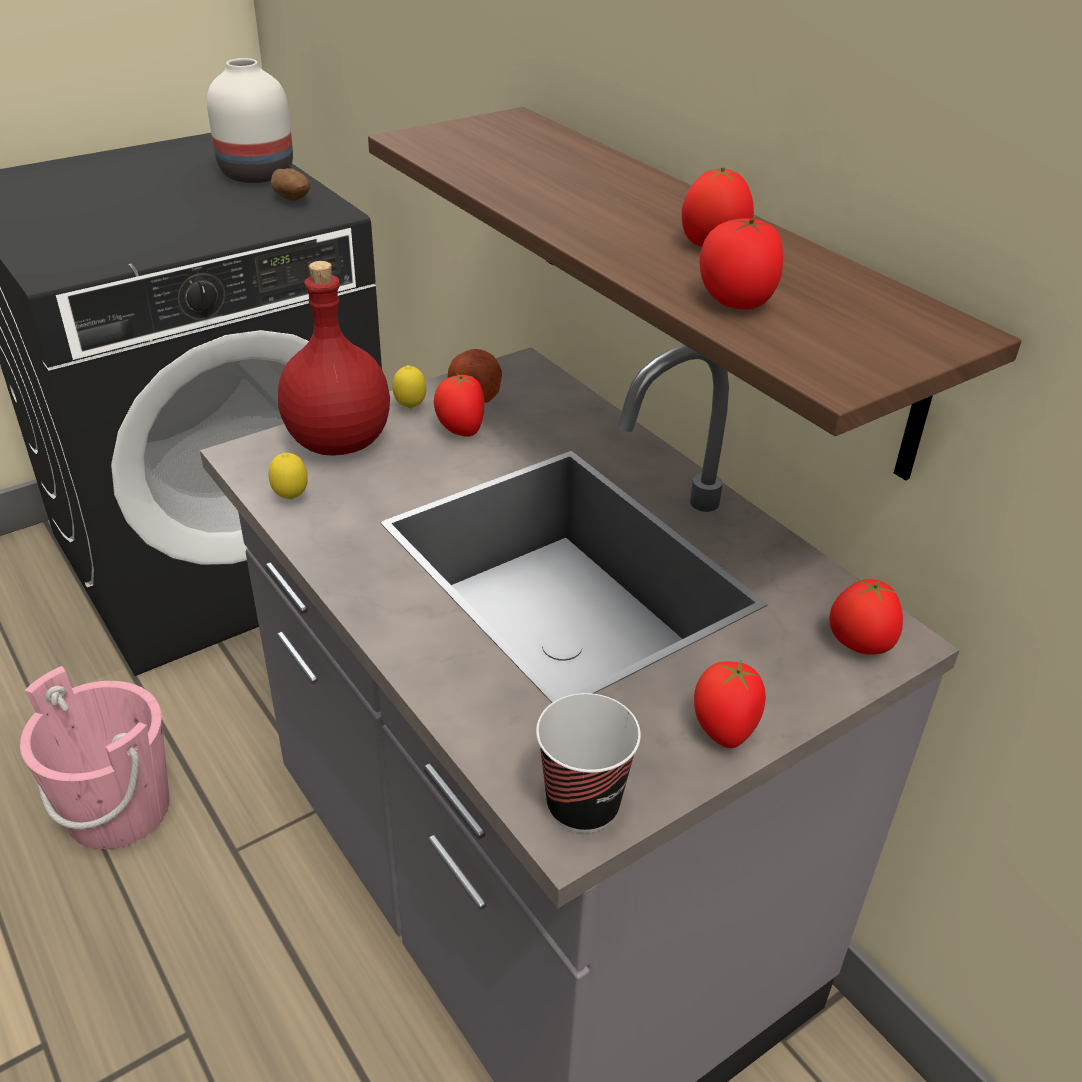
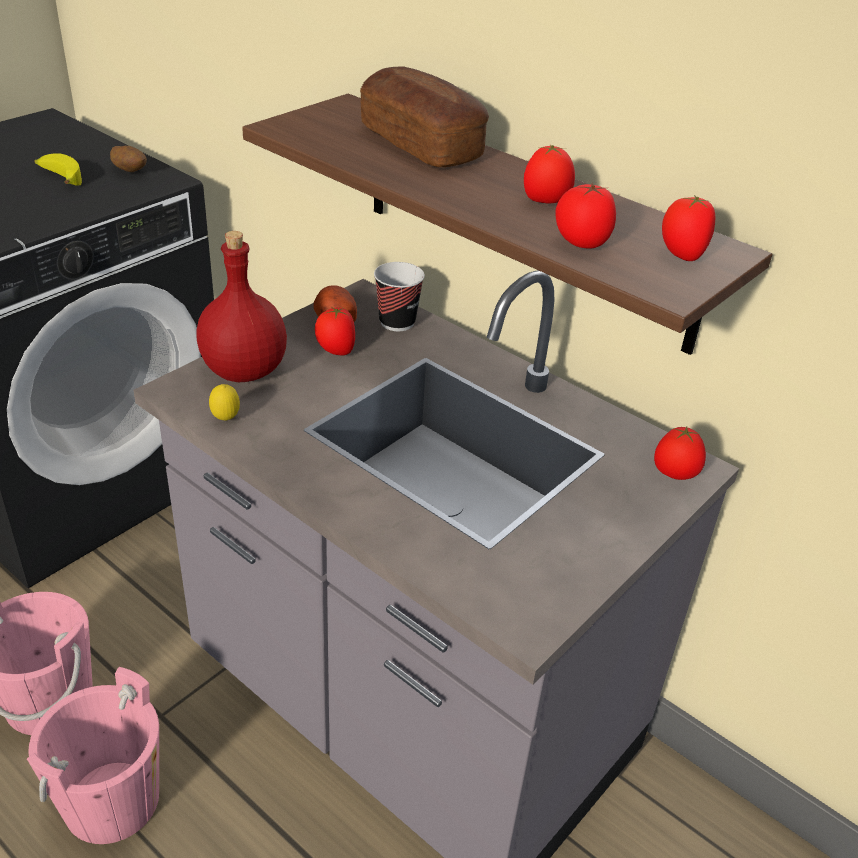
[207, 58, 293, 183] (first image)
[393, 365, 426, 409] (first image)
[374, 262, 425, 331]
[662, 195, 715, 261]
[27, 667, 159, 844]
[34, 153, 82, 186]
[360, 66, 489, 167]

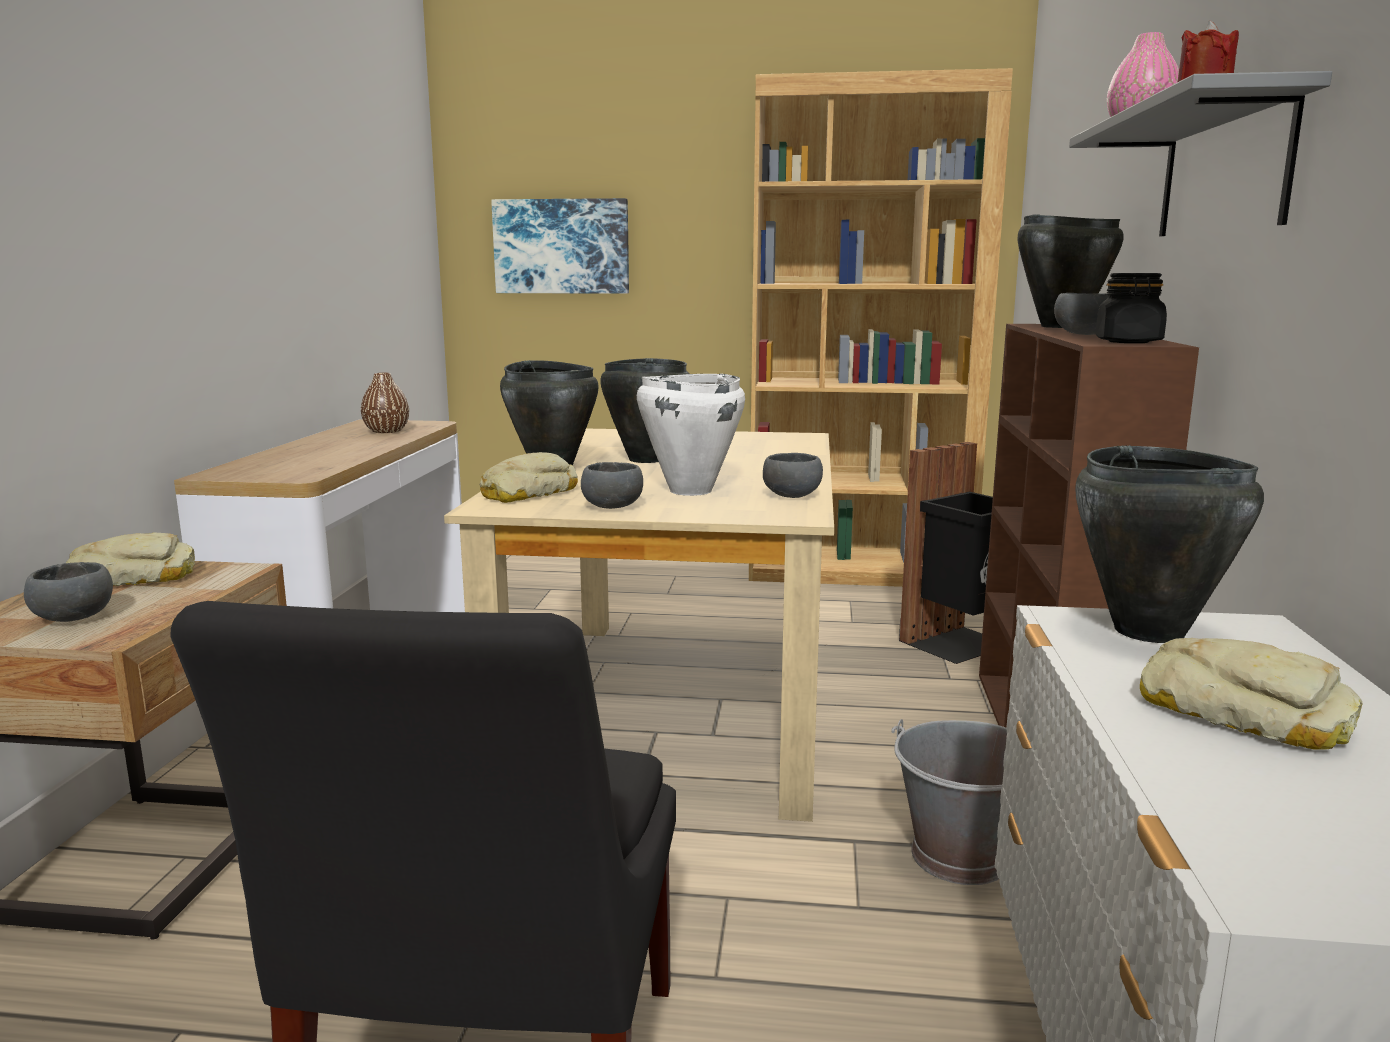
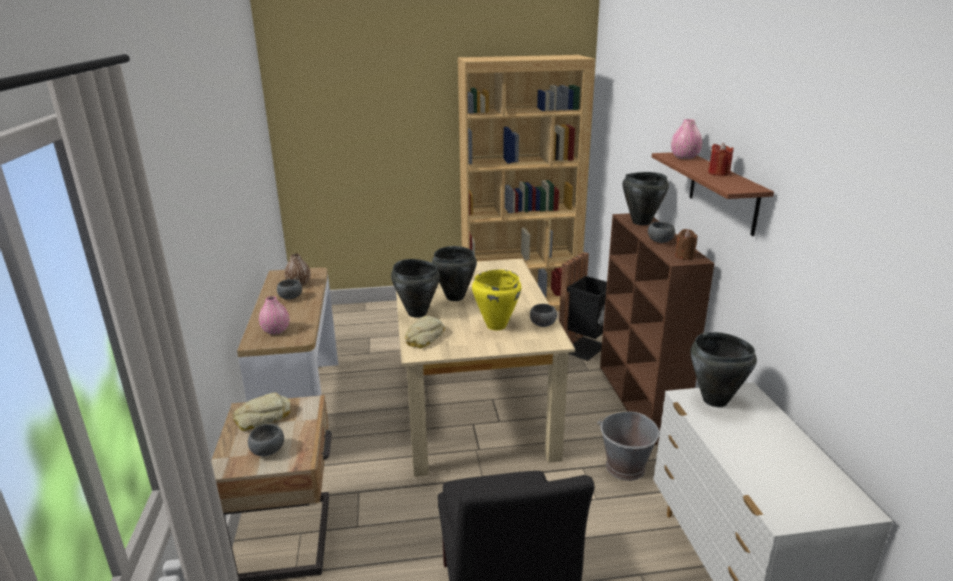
[491, 198, 629, 294] (first image)
[277, 279, 302, 299]
[472, 270, 521, 330]
[652, 152, 774, 236]
[675, 229, 697, 259]
[1140, 638, 1363, 750] (first image)
[259, 296, 289, 335]

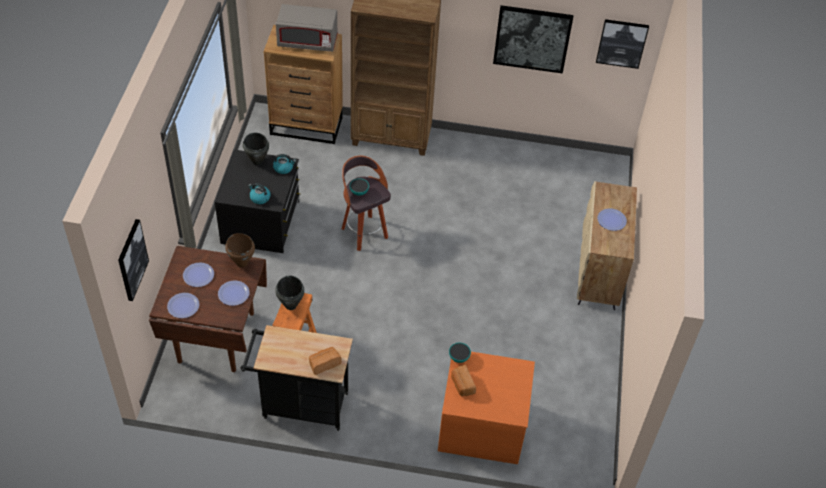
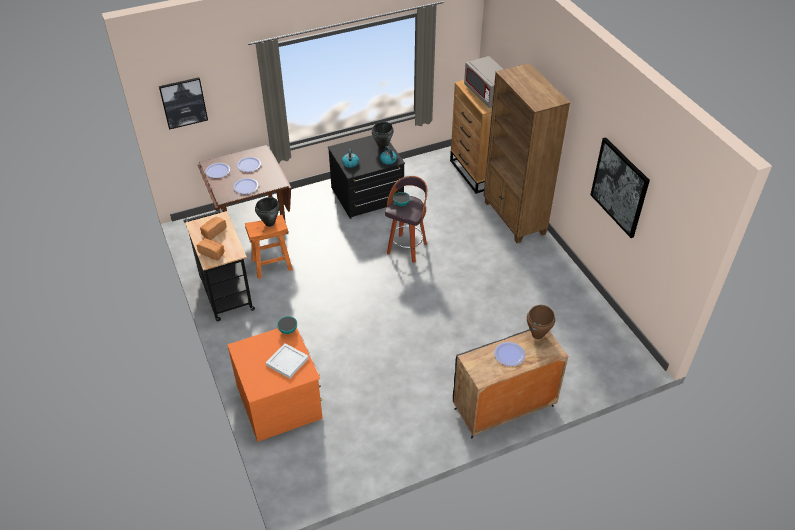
[527, 305, 555, 339]
[200, 217, 227, 240]
[453, 329, 568, 438]
[596, 19, 649, 69] (first image)
[266, 343, 309, 379]

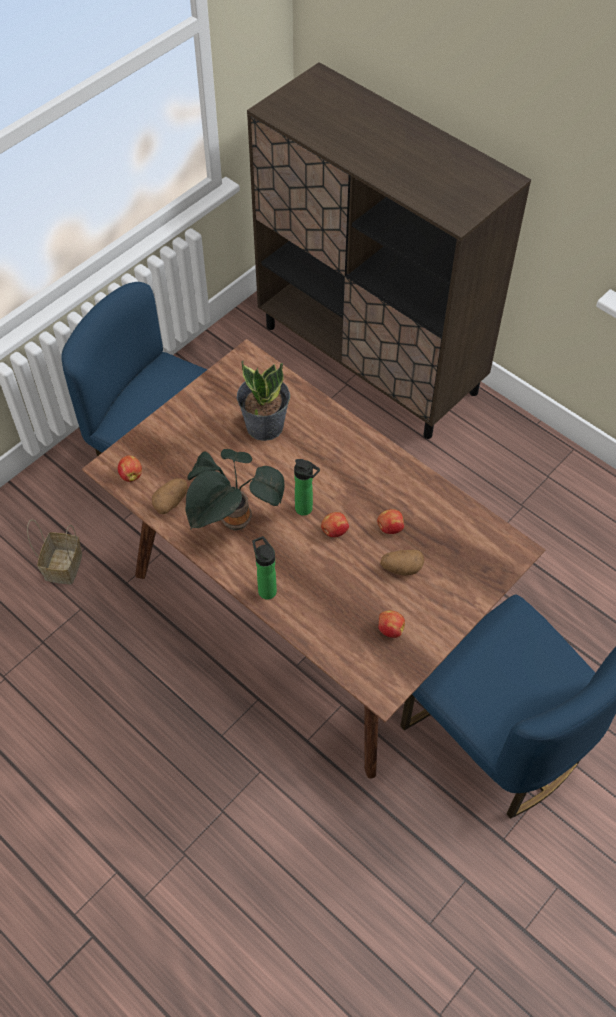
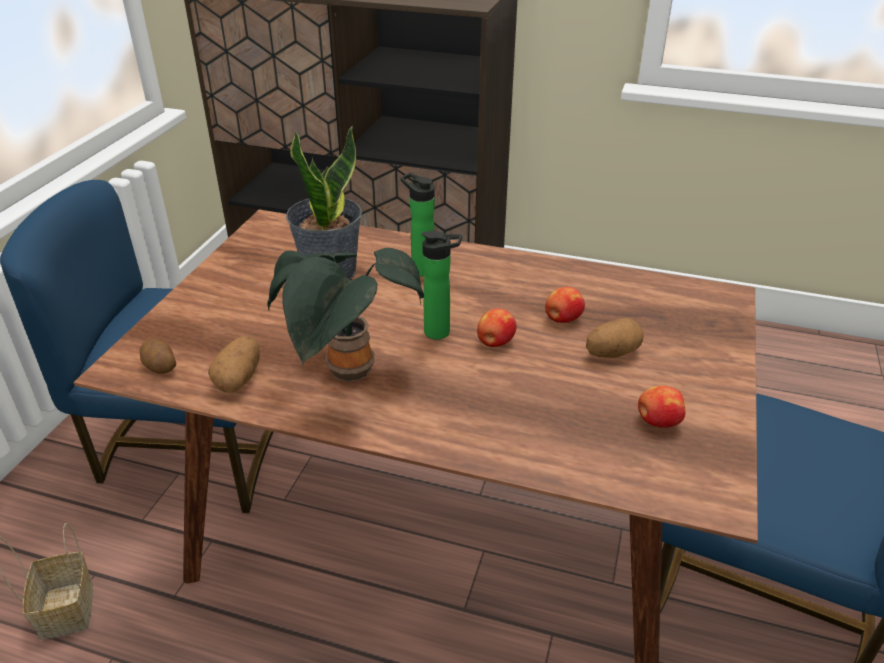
[139, 338, 176, 374]
[401, 173, 435, 276]

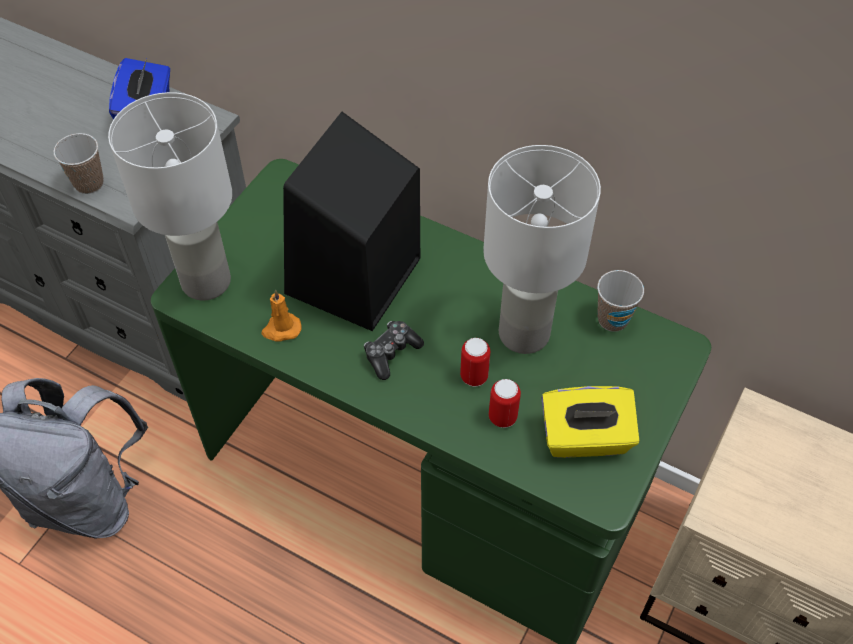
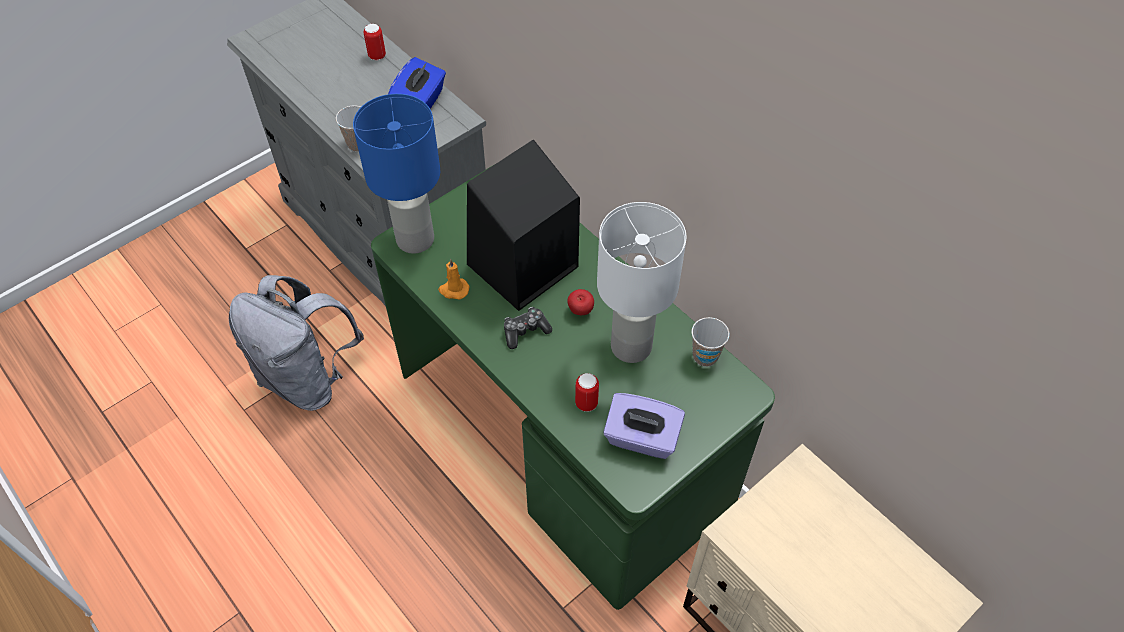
[353, 94, 440, 254]
[364, 24, 386, 60]
[603, 393, 685, 459]
[567, 289, 594, 315]

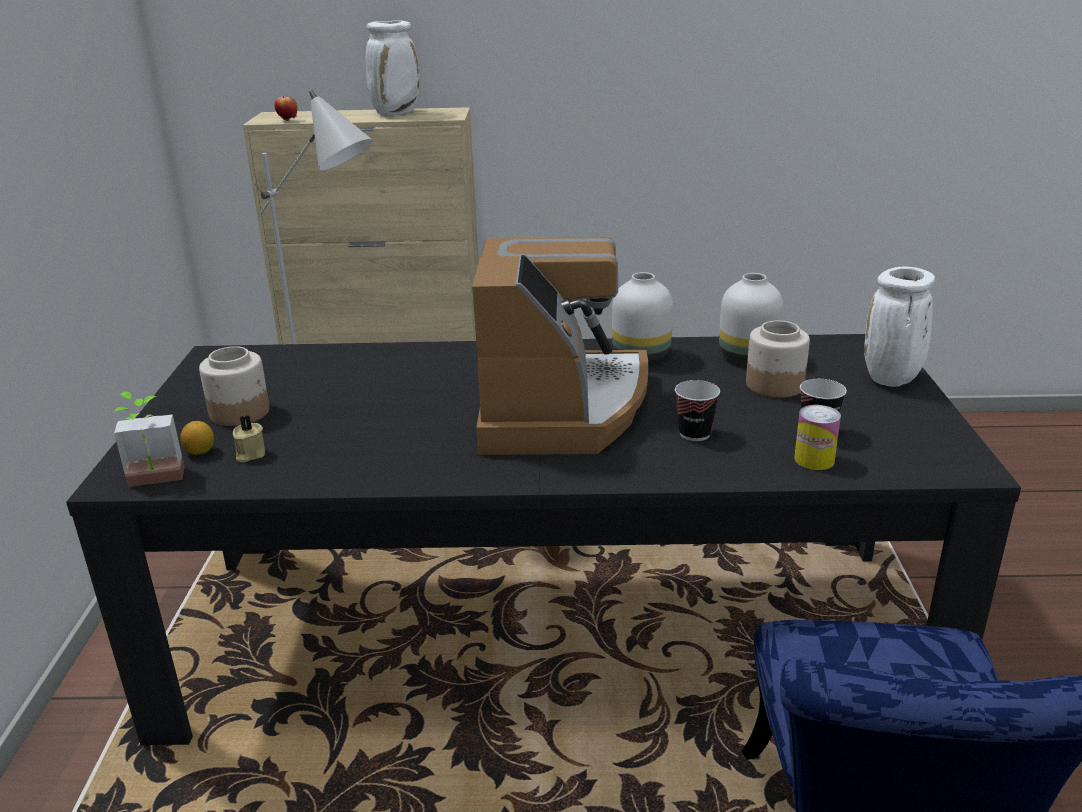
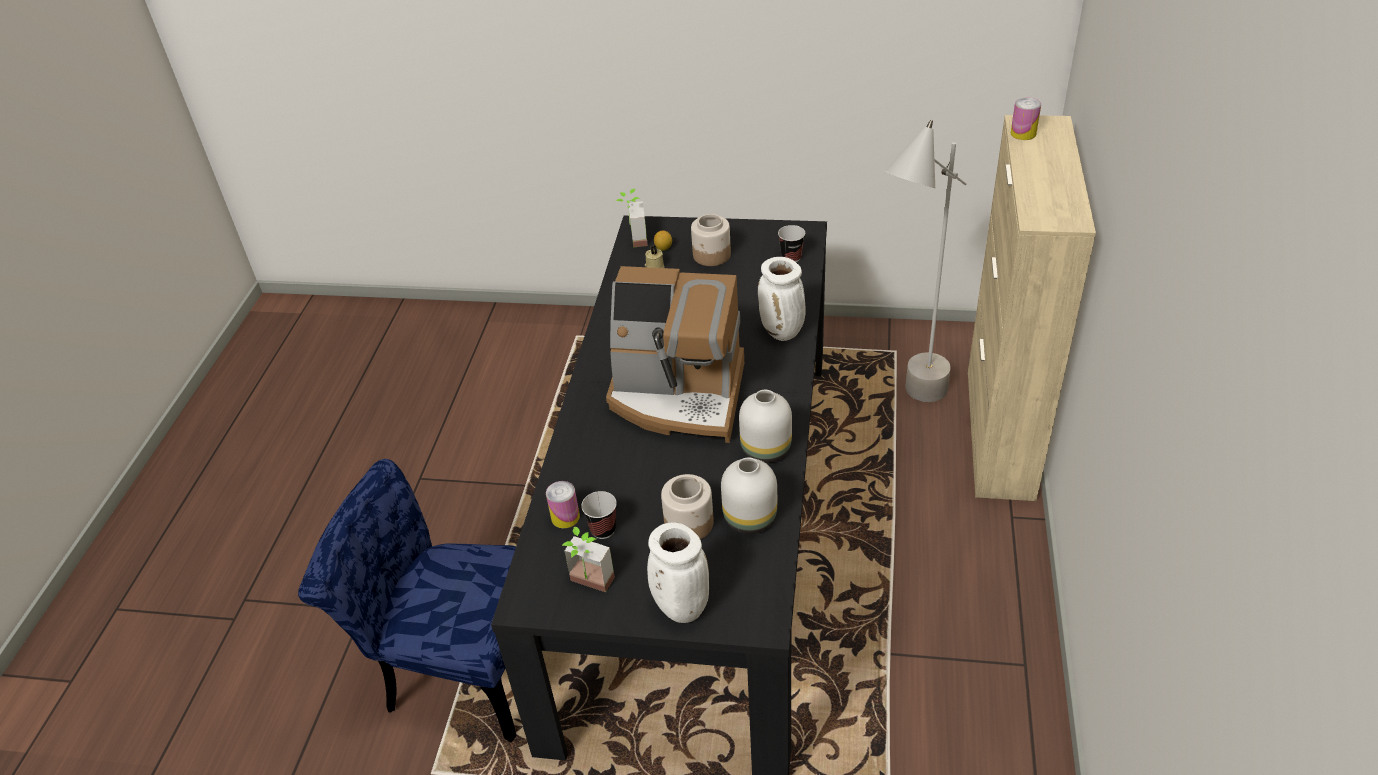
[1011, 97, 1041, 140]
[758, 257, 805, 341]
[778, 225, 805, 262]
[562, 526, 615, 592]

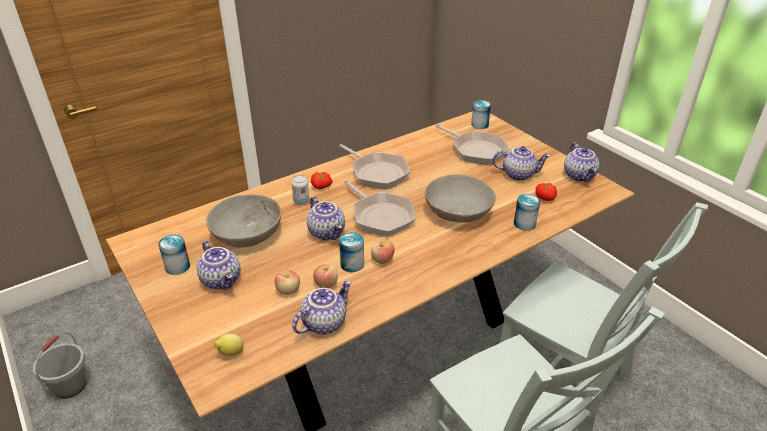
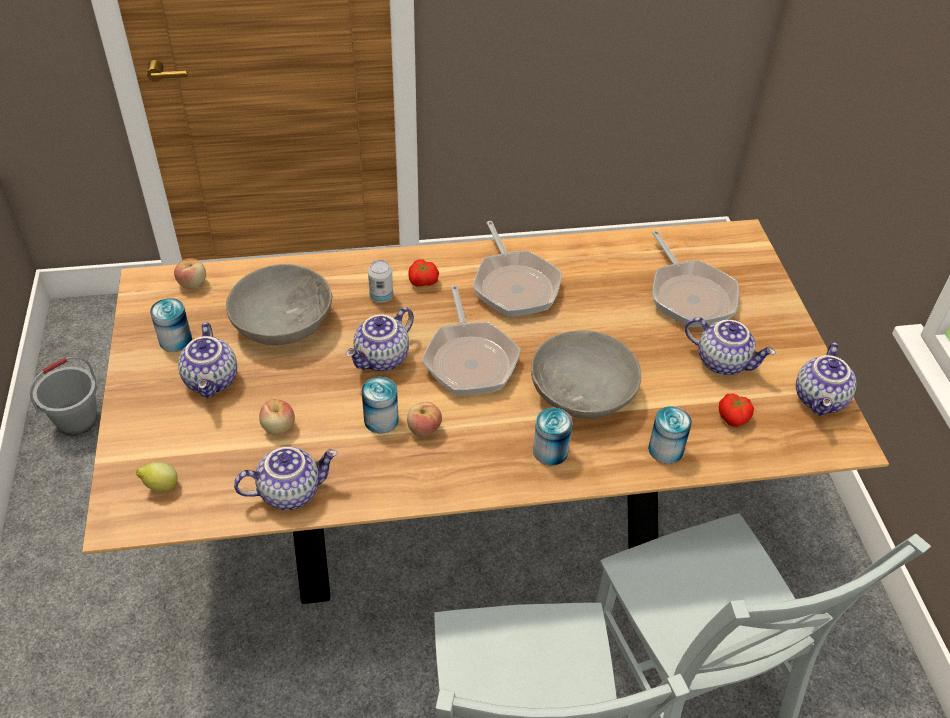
[346, 307, 414, 371]
[174, 258, 206, 289]
[533, 408, 573, 465]

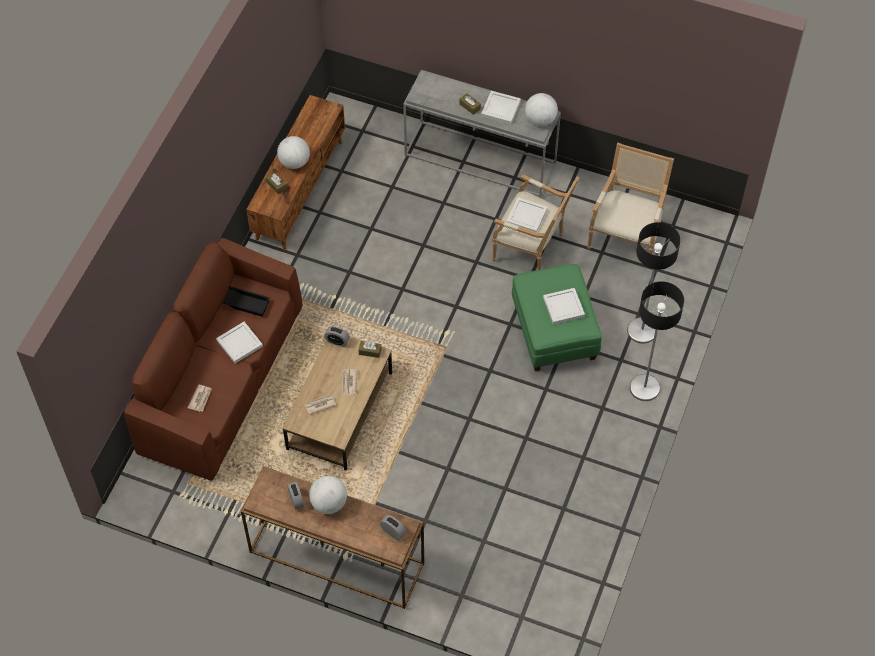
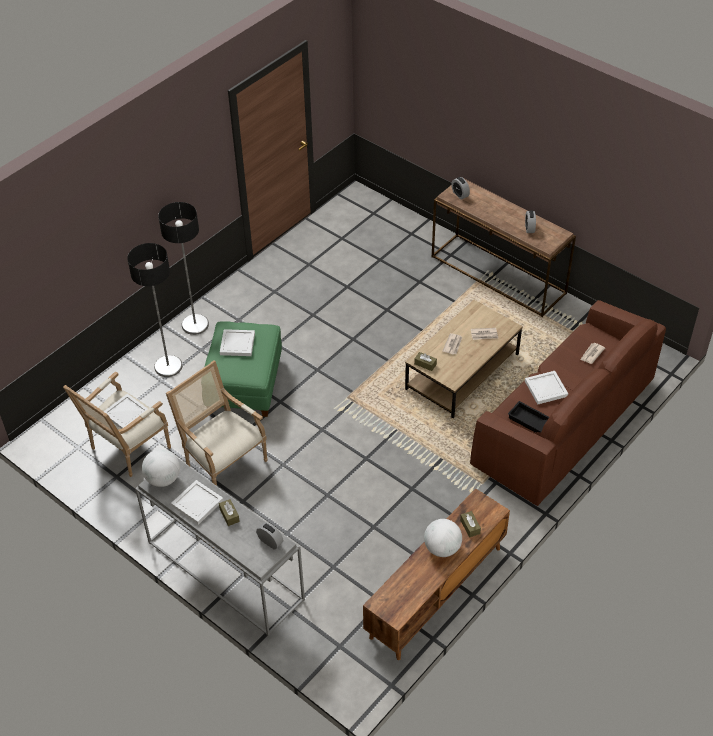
[309, 476, 347, 514] (first image)
[256, 522, 283, 549]
[104, 394, 148, 429]

